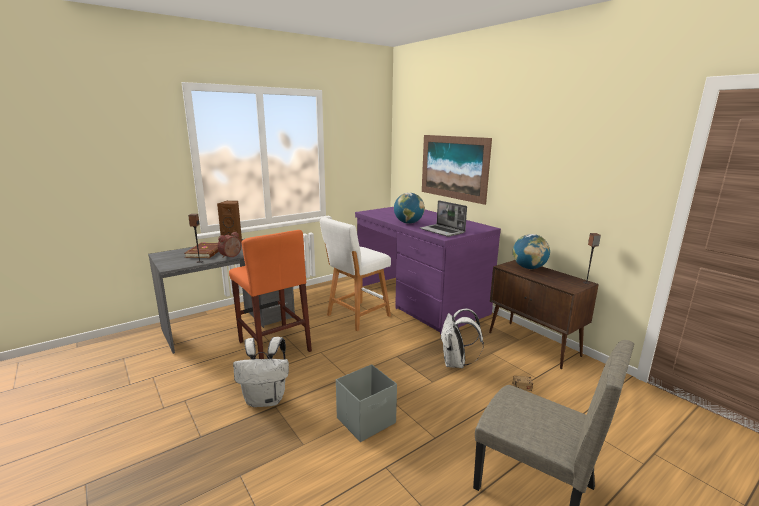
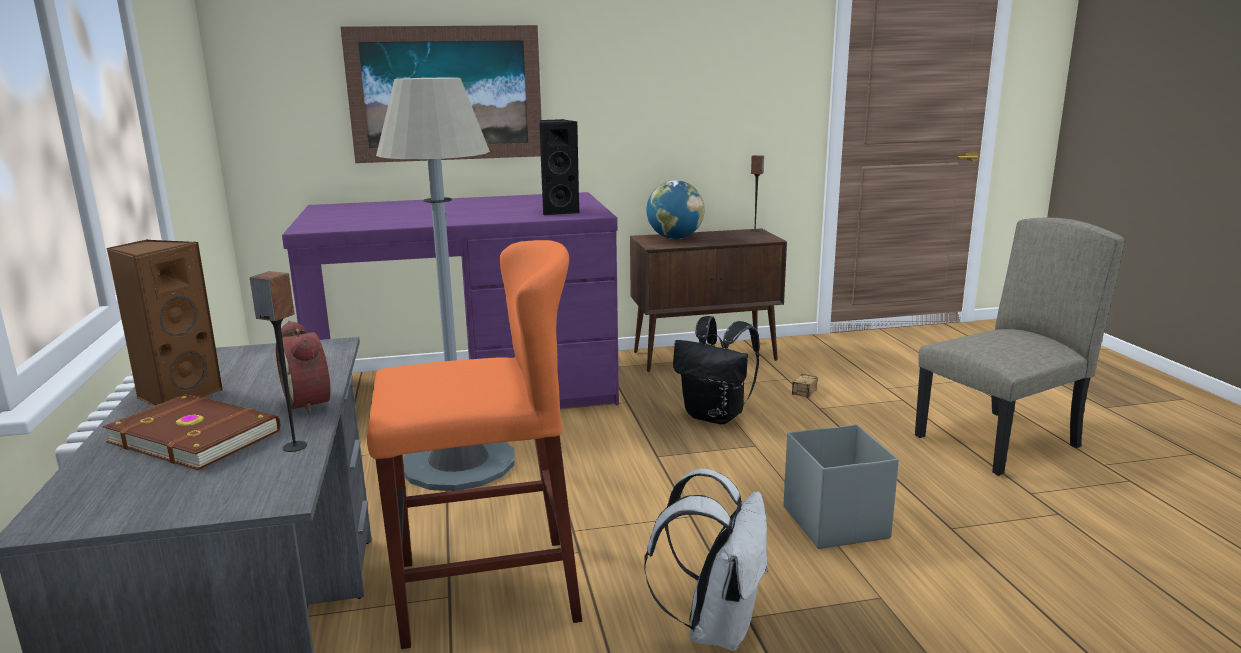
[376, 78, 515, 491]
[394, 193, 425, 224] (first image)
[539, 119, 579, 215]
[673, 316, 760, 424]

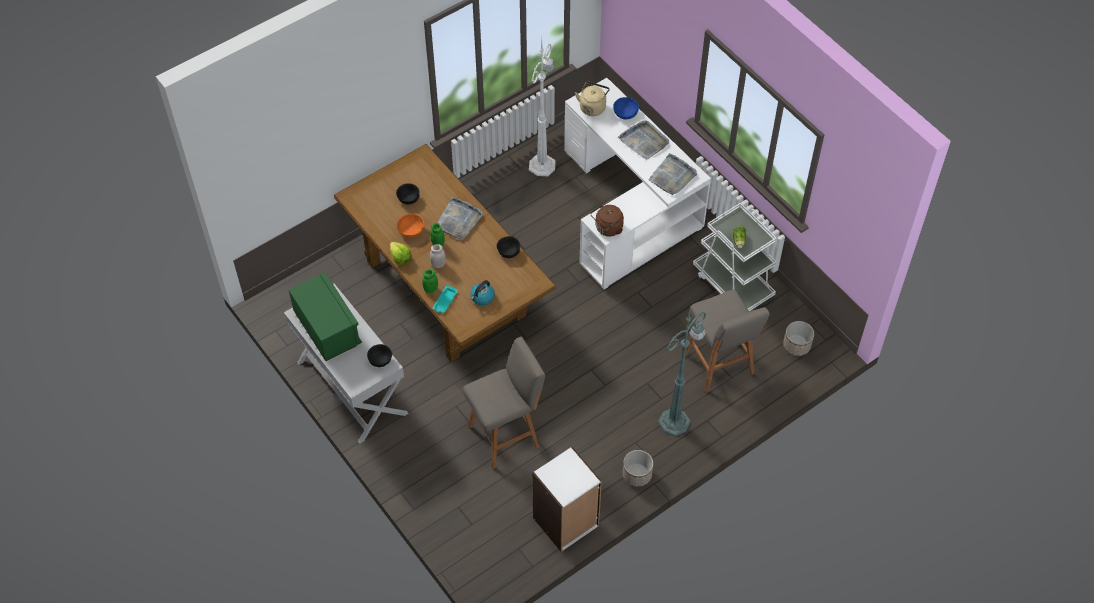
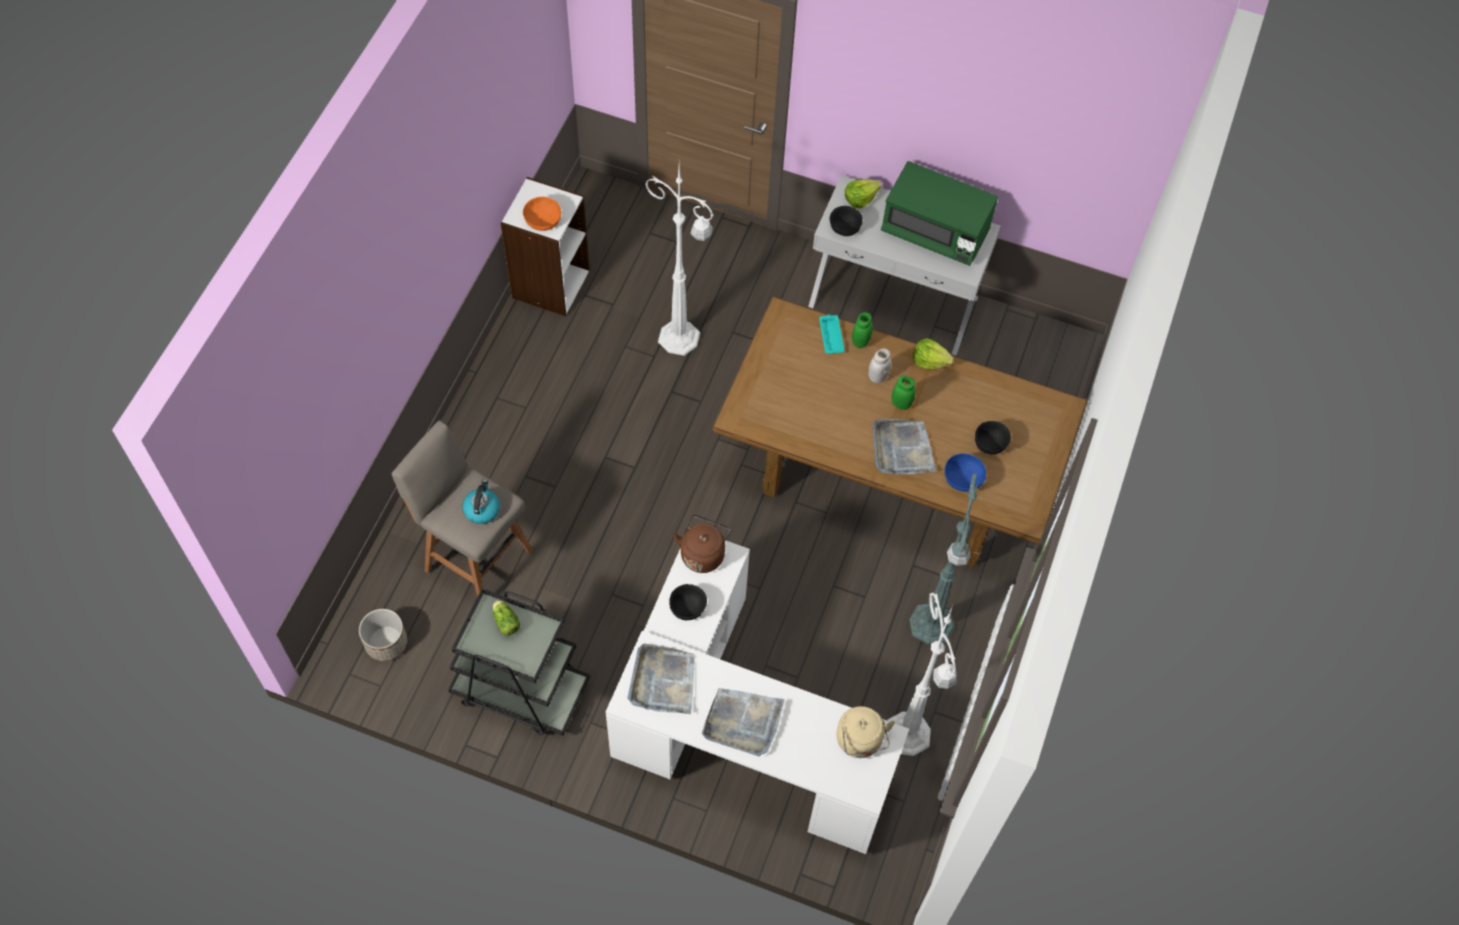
[523, 197, 561, 231]
[645, 164, 714, 356]
[462, 479, 500, 524]
[669, 584, 707, 620]
[944, 453, 986, 492]
[623, 450, 653, 487] (first image)
[909, 474, 979, 645]
[448, 588, 590, 736]
[845, 179, 881, 209]

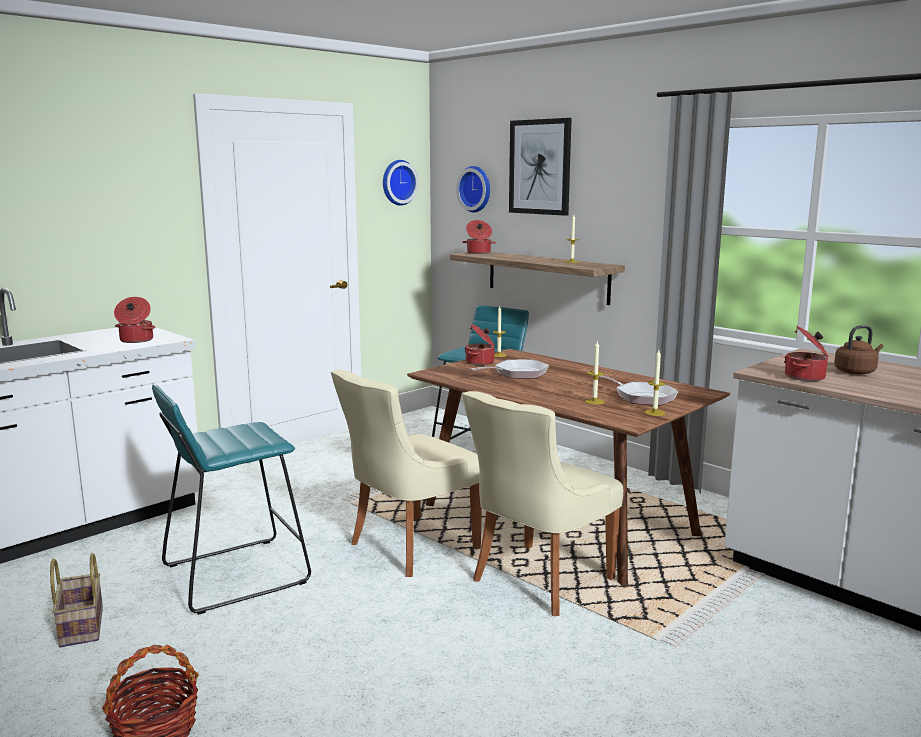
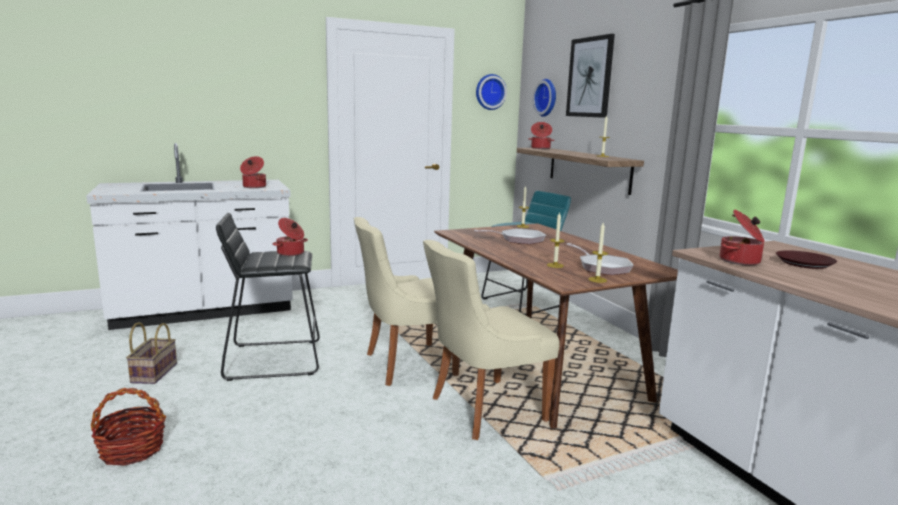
[216, 213, 320, 381]
[272, 218, 308, 256]
[776, 250, 837, 269]

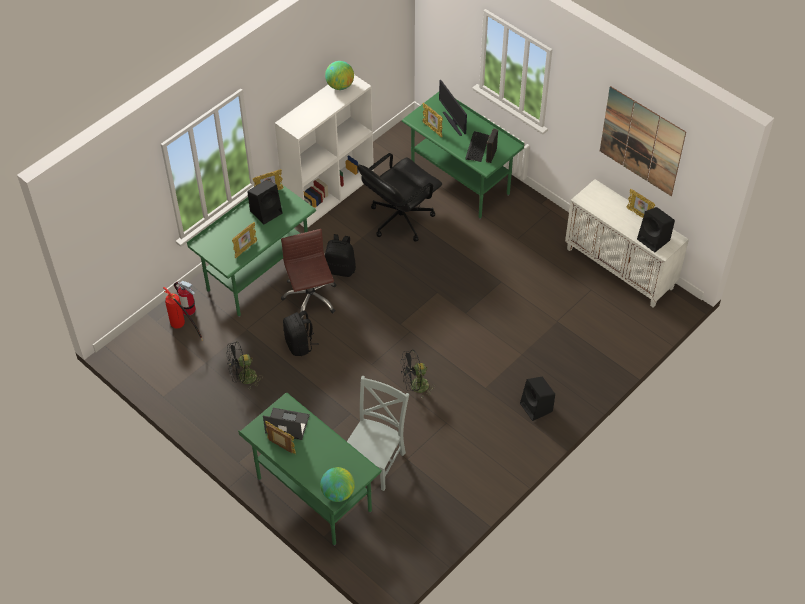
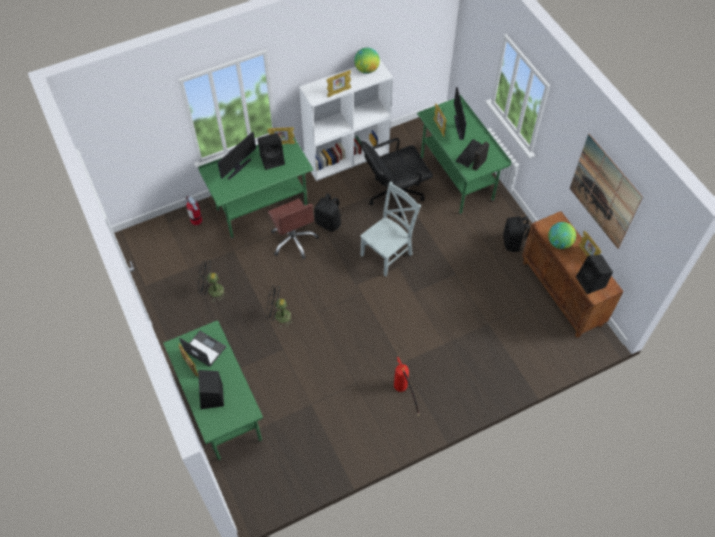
[394, 357, 419, 416]
[326, 70, 351, 97]
[268, 199, 319, 259]
[503, 216, 530, 252]
[548, 222, 576, 249]
[360, 181, 421, 277]
[266, 285, 295, 327]
[198, 370, 224, 409]
[522, 211, 624, 338]
[218, 132, 256, 180]

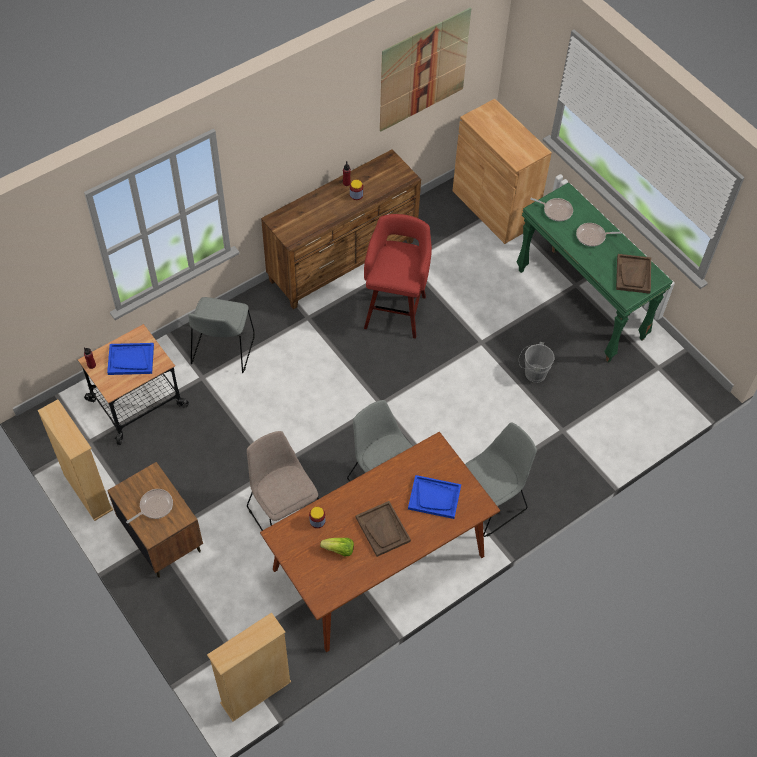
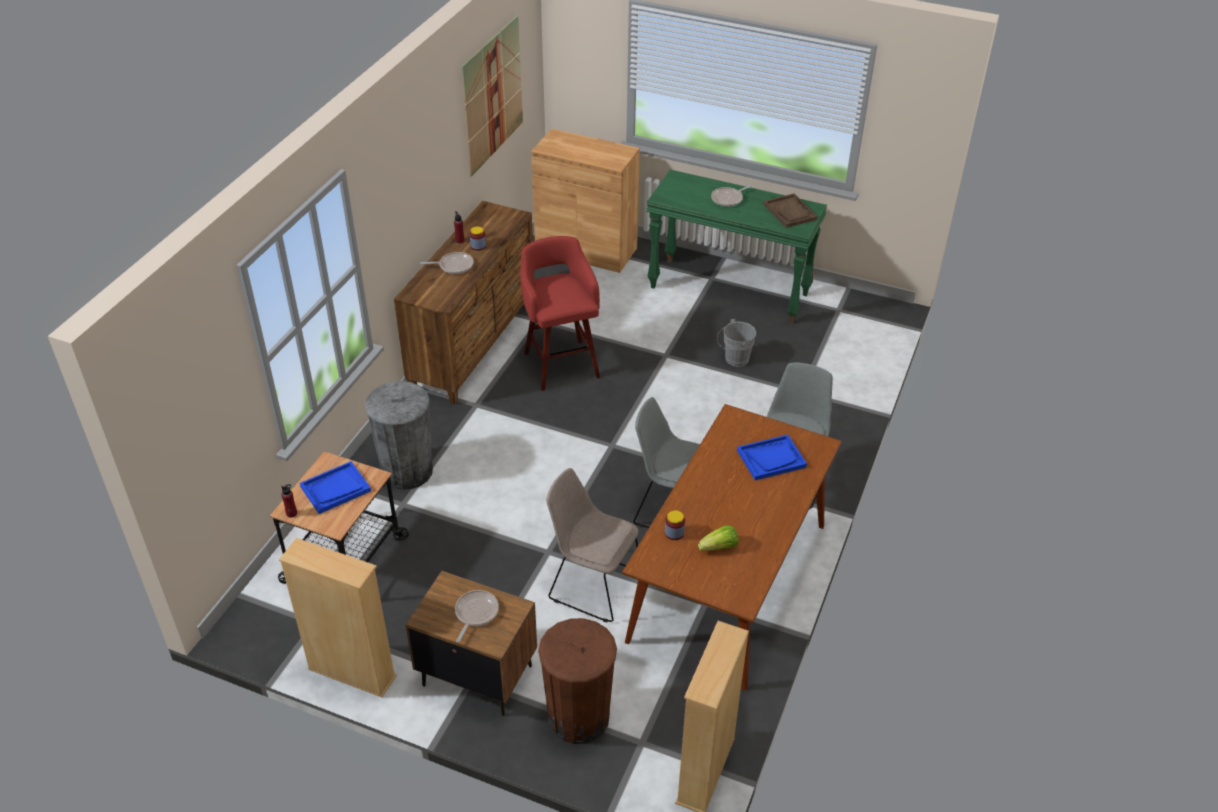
[365, 381, 433, 490]
[356, 501, 411, 557] (first image)
[420, 252, 474, 274]
[538, 618, 617, 744]

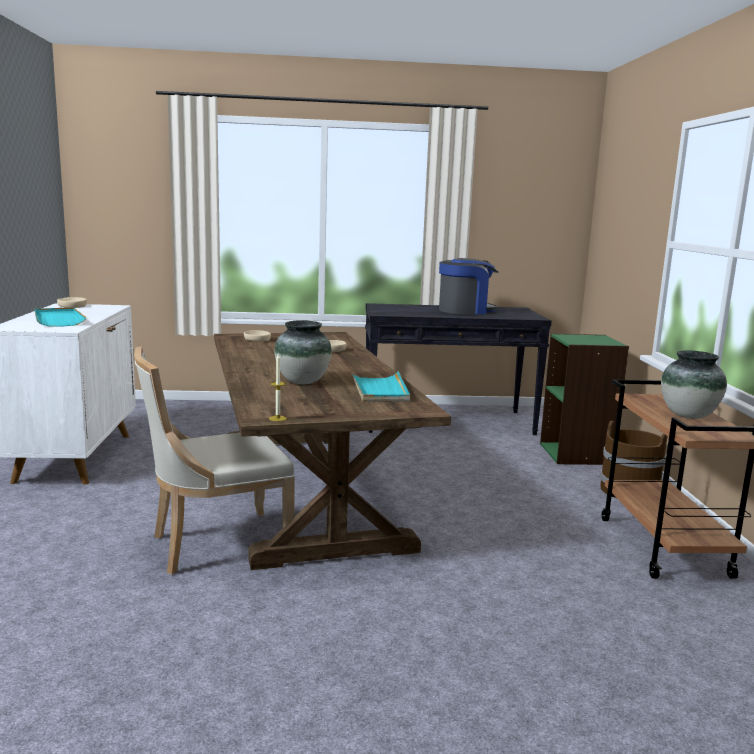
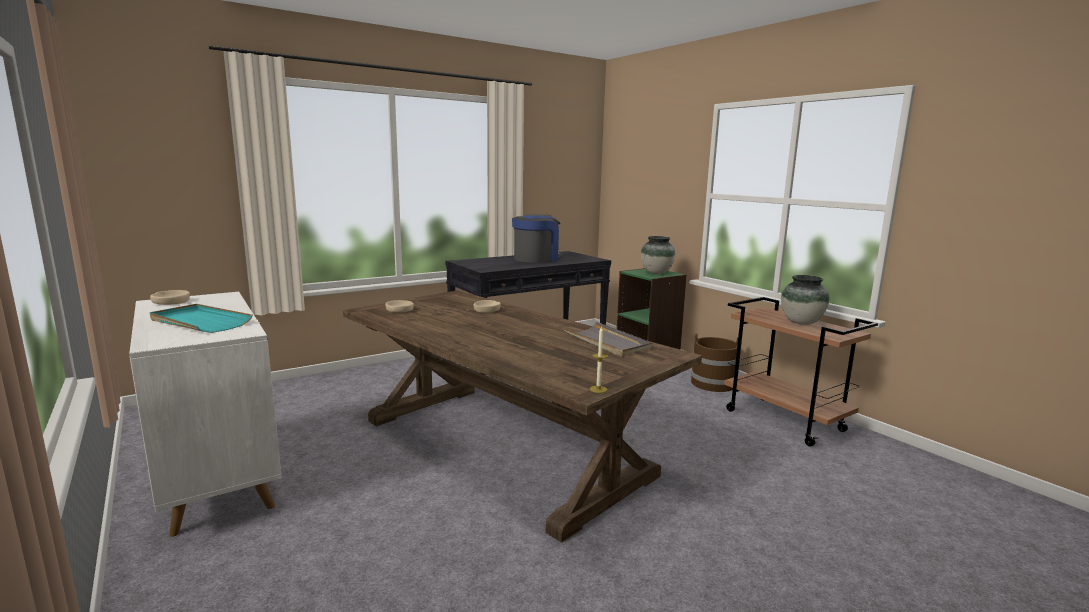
[134, 346, 295, 574] (first image)
[641, 236, 676, 274]
[562, 322, 652, 356]

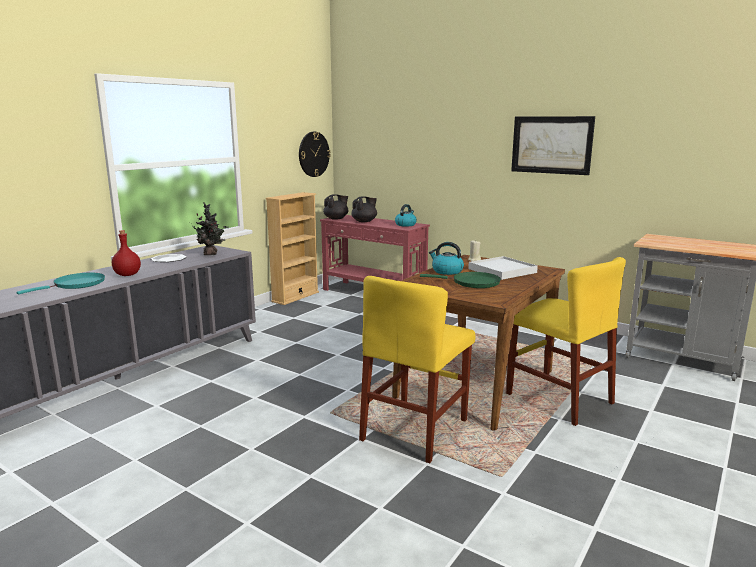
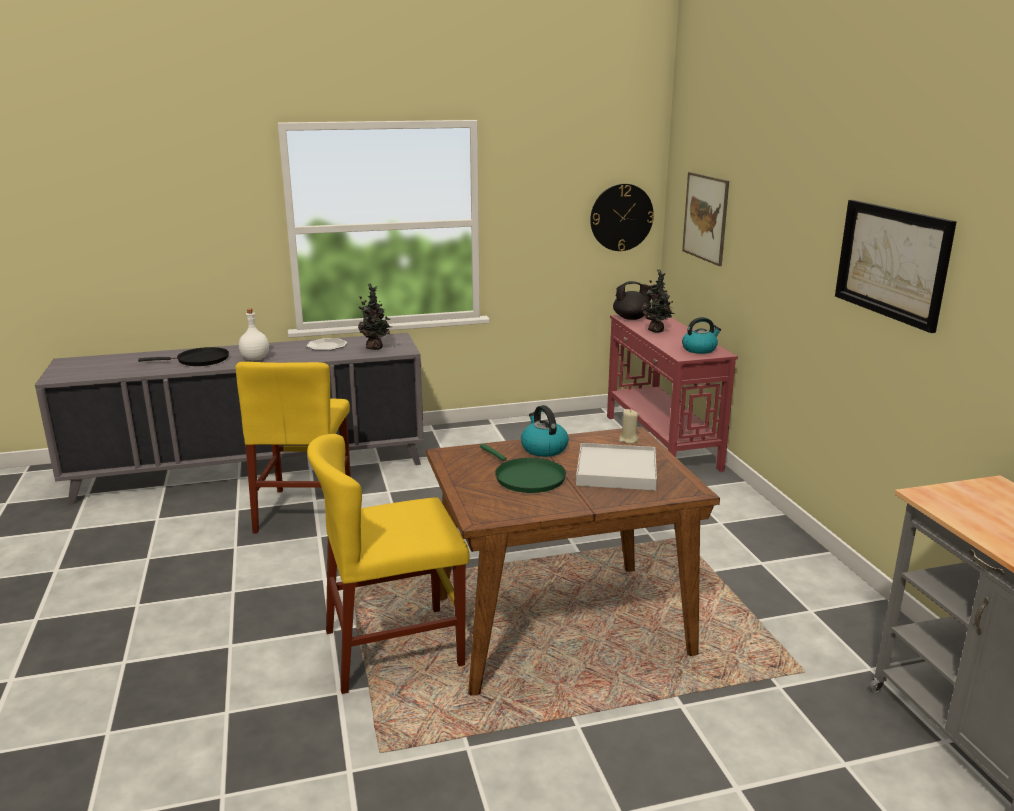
[138, 347, 229, 366]
[239, 309, 269, 360]
[266, 192, 319, 305] (first image)
[642, 269, 675, 332]
[235, 362, 351, 534]
[682, 172, 729, 266]

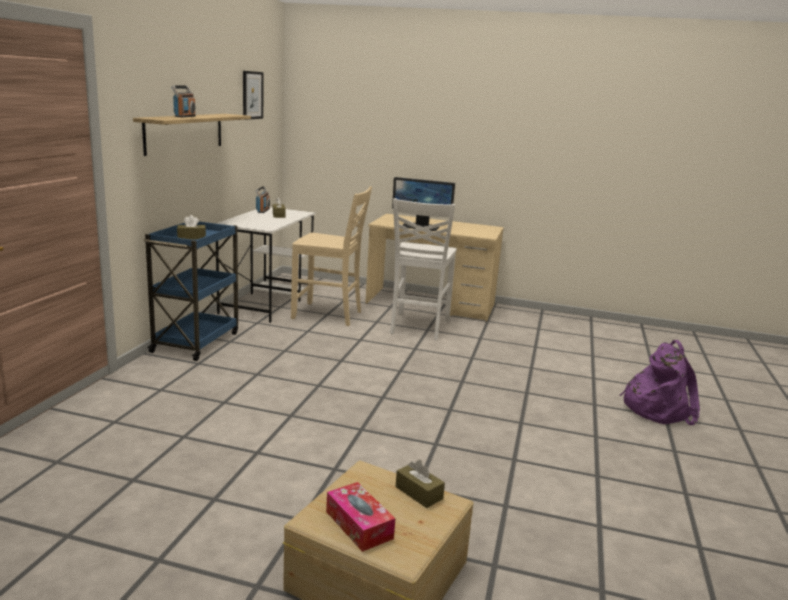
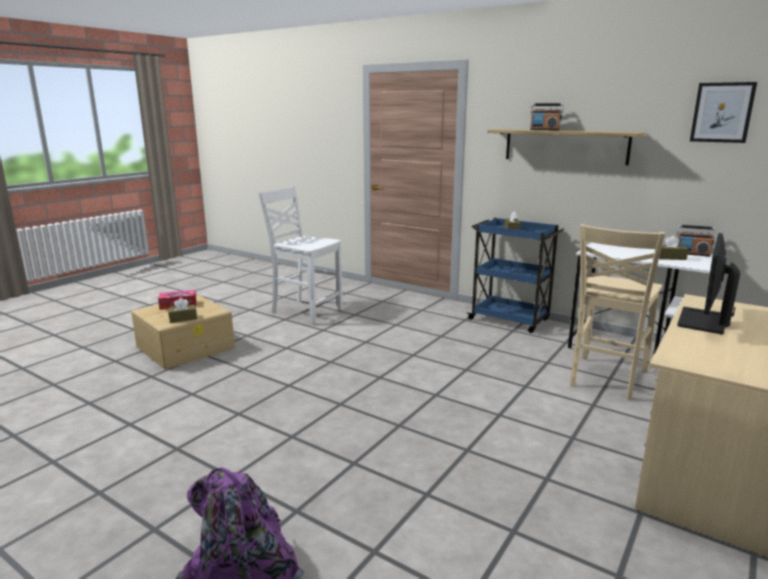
[258, 186, 343, 324]

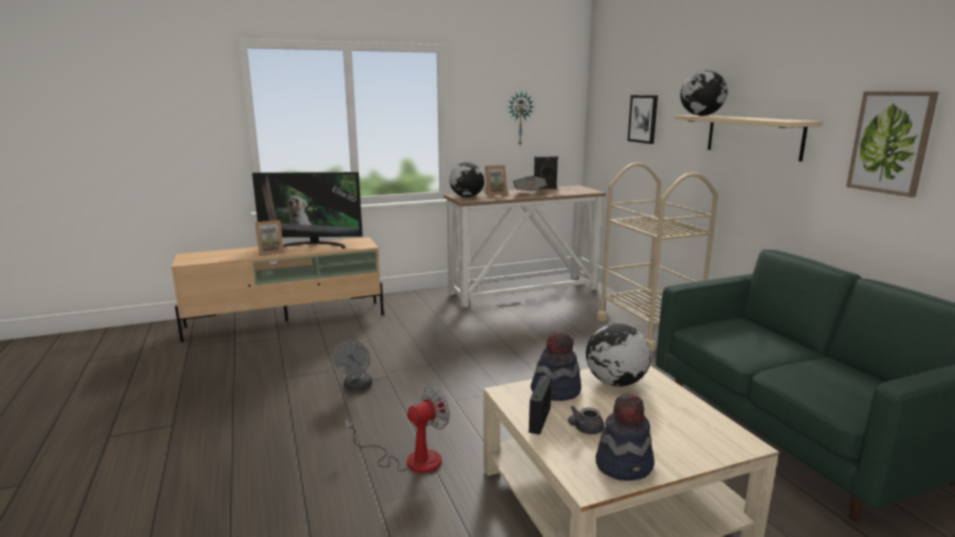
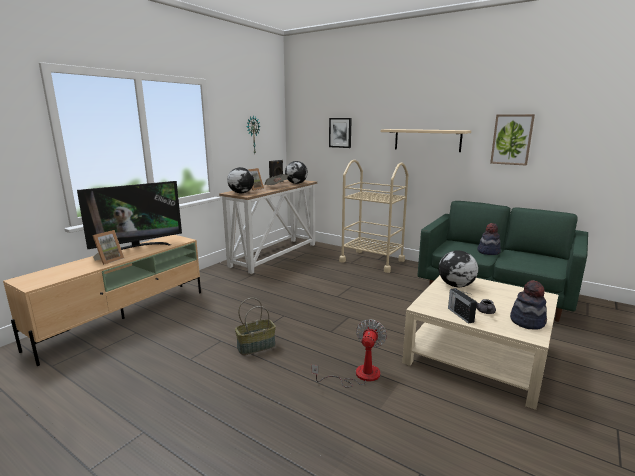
[235, 298, 276, 355]
[478, 223, 501, 255]
[285, 161, 308, 184]

